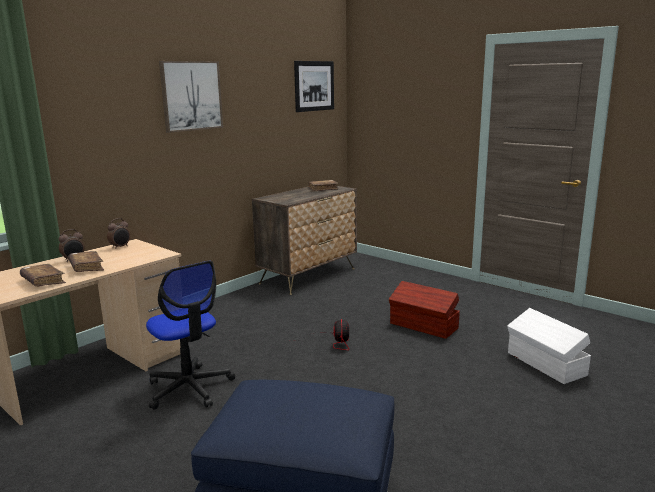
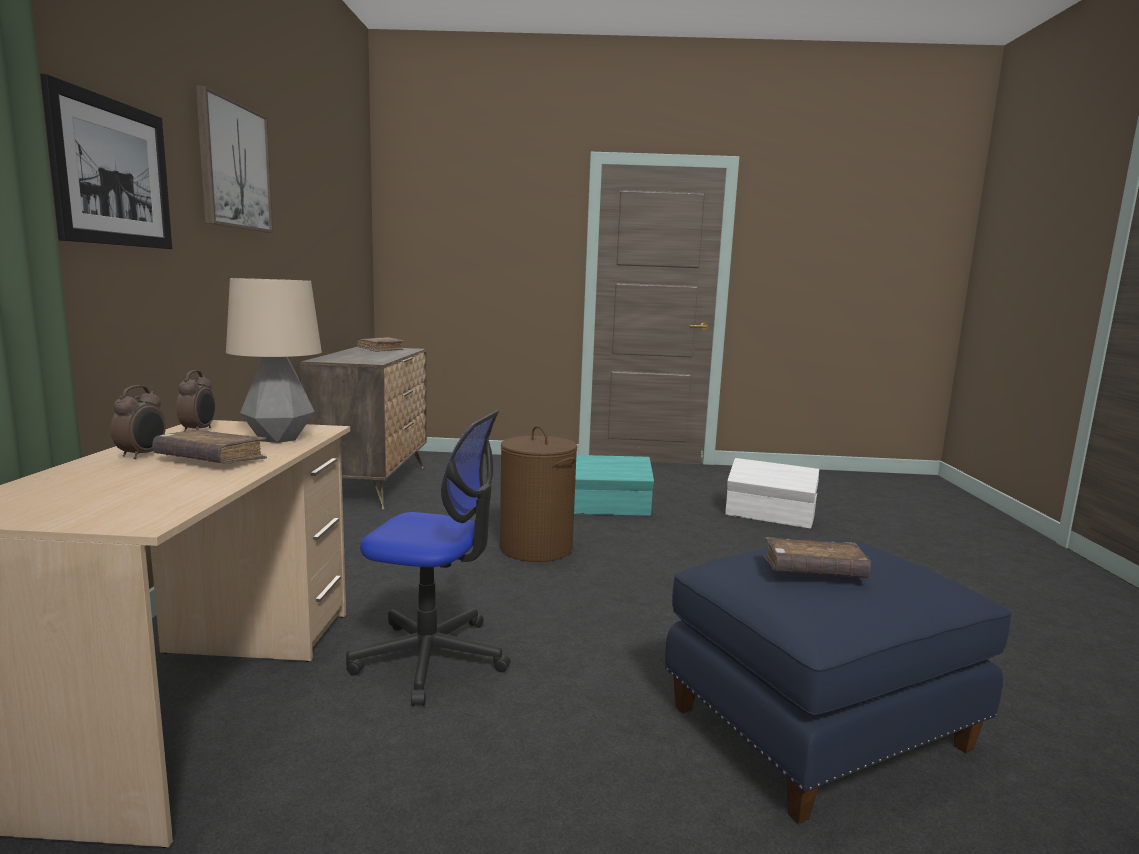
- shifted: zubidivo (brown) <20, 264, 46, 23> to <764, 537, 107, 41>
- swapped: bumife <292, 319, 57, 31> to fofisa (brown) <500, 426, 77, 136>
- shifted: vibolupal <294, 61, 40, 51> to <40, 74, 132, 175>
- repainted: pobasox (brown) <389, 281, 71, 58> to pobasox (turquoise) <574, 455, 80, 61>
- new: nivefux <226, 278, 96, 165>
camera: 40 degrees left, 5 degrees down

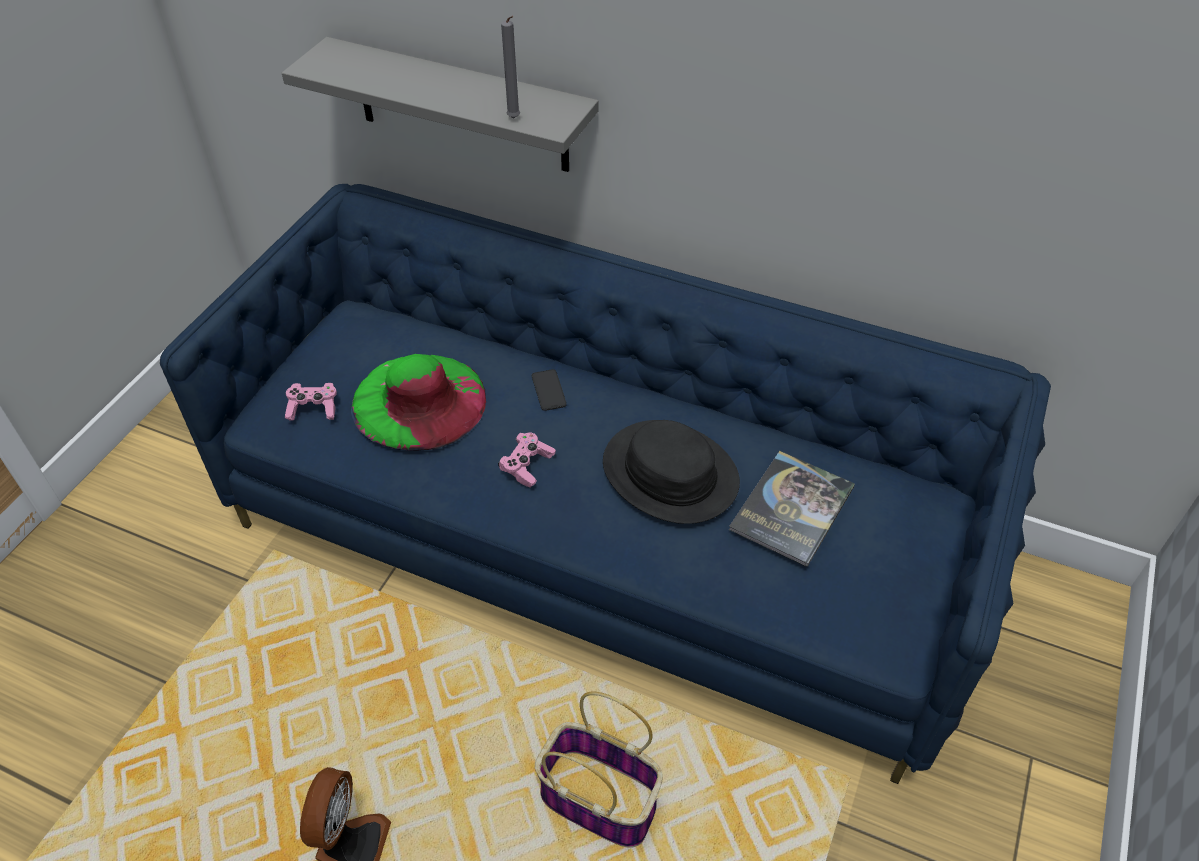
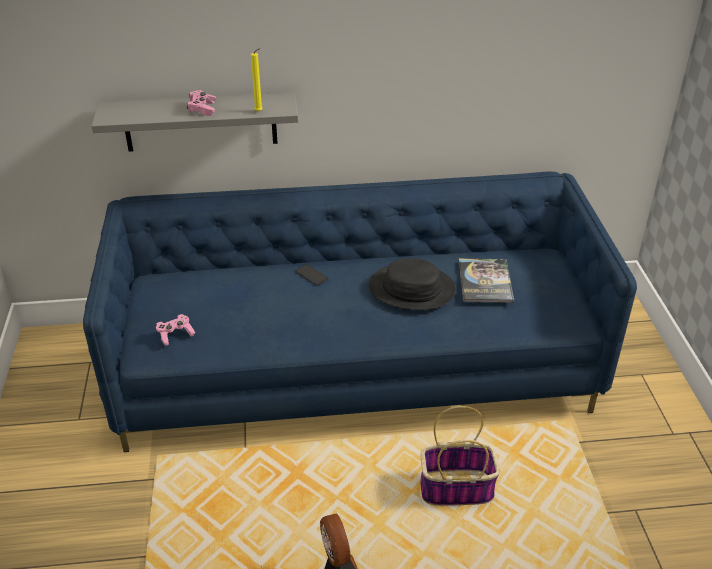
- gone: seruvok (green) <351, 354, 135, 97>
- shifted: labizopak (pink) <498, 432, 58, 56> to <187, 90, 29, 26>
- repainted: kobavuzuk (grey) <501, 16, 19, 102> to kobavuzuk (yellow) <251, 48, 12, 64>
camera: 30 degrees left, 10 degrees down

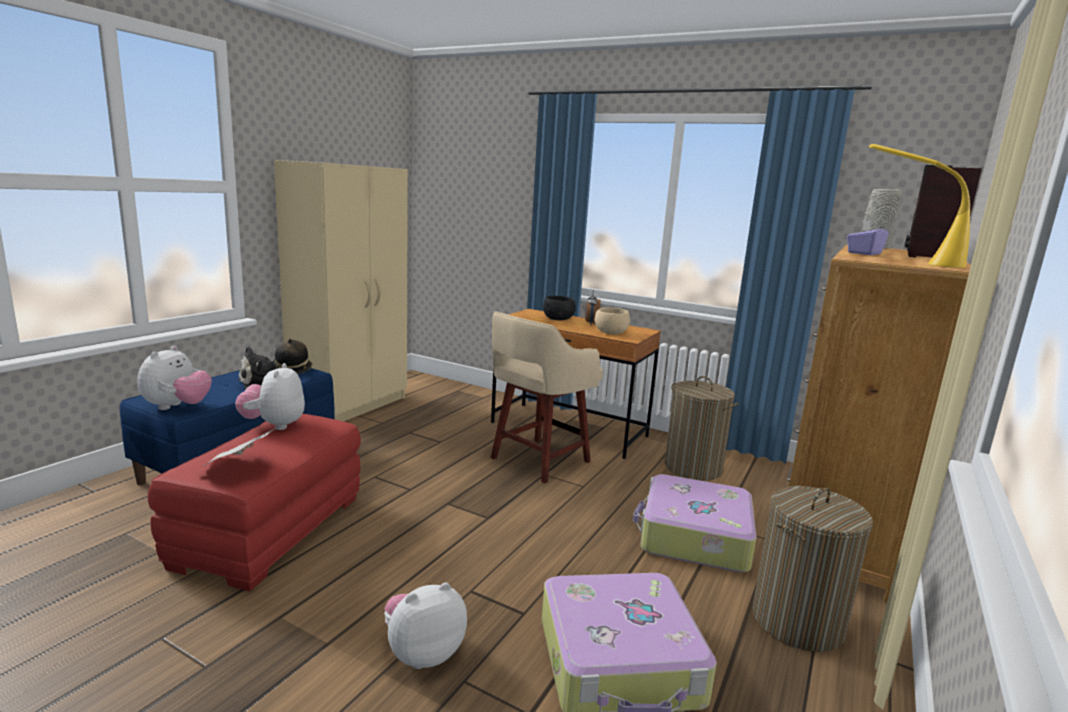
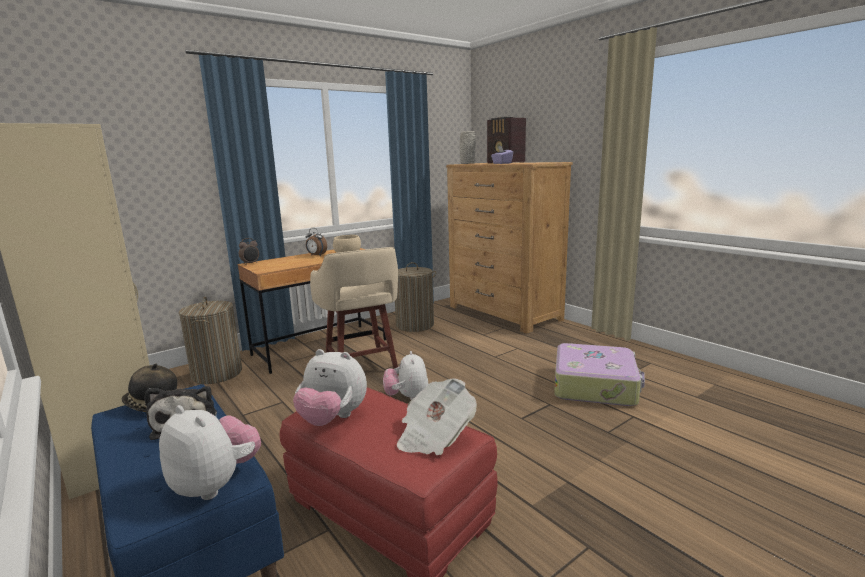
- shifted: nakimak <384, 583, 83, 86> to <383, 351, 46, 49>
- gone: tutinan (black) <543, 296, 33, 24>
- gone: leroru <633, 474, 124, 98>
- shifted: fofisa <753, 486, 120, 166> to <179, 297, 63, 87>
- gone: nivefux (yellow) <869, 144, 101, 124>
- new: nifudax <239, 238, 20, 27>
camera: 65 degrees left, 0 degrees up

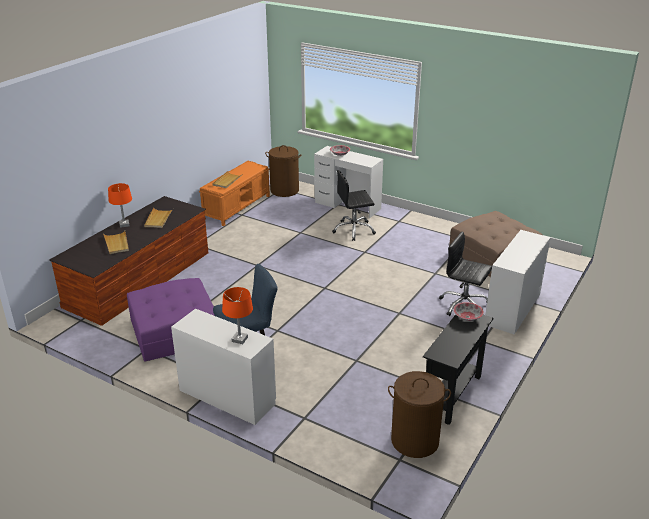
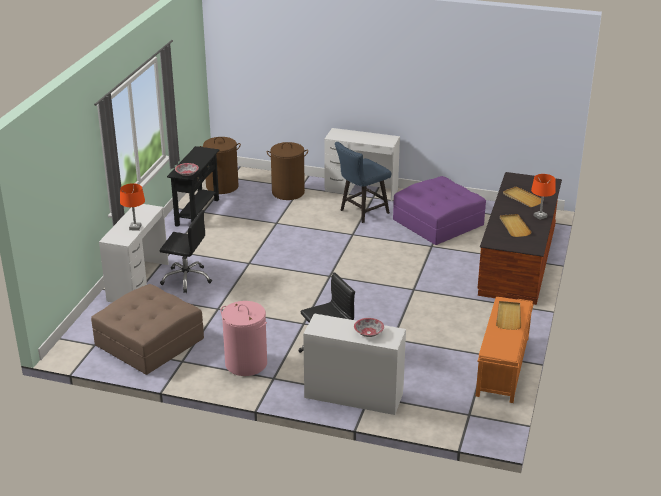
- shifted: nivefux (orange) <222, 287, 31, 57> to <120, 183, 25, 48>
- shifted: fofisa (brown) <265, 145, 36, 52> to <267, 142, 41, 58>
- new: fofisa (pink) <220, 301, 47, 75>
camera: 165 degrees right, 0 degrees up

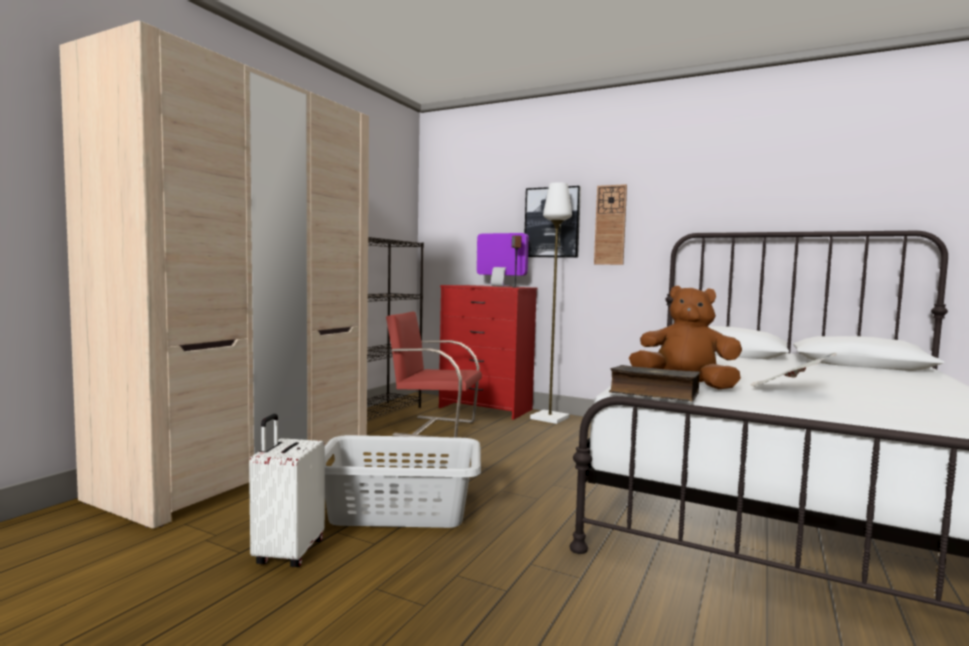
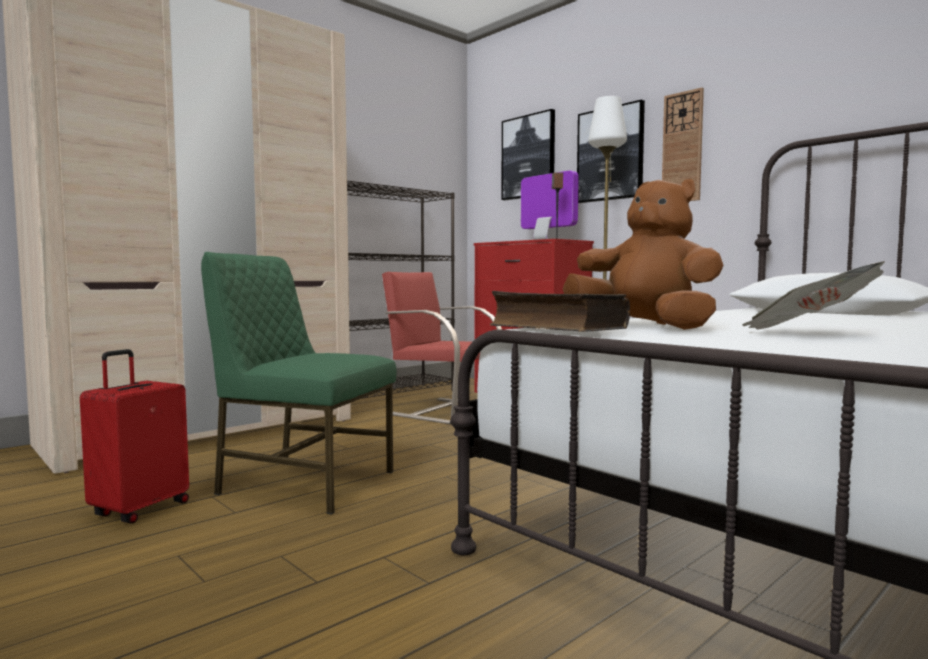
- repainted: leroru (white) <249, 414, 76, 153> to leroru (red) <80, 349, 109, 175>
- swapped: fofisa (grey) <325, 435, 156, 93> to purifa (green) <201, 252, 196, 263>
- new: vibolupal <501, 109, 54, 91>
camera: 20 degrees right, 0 degrees up

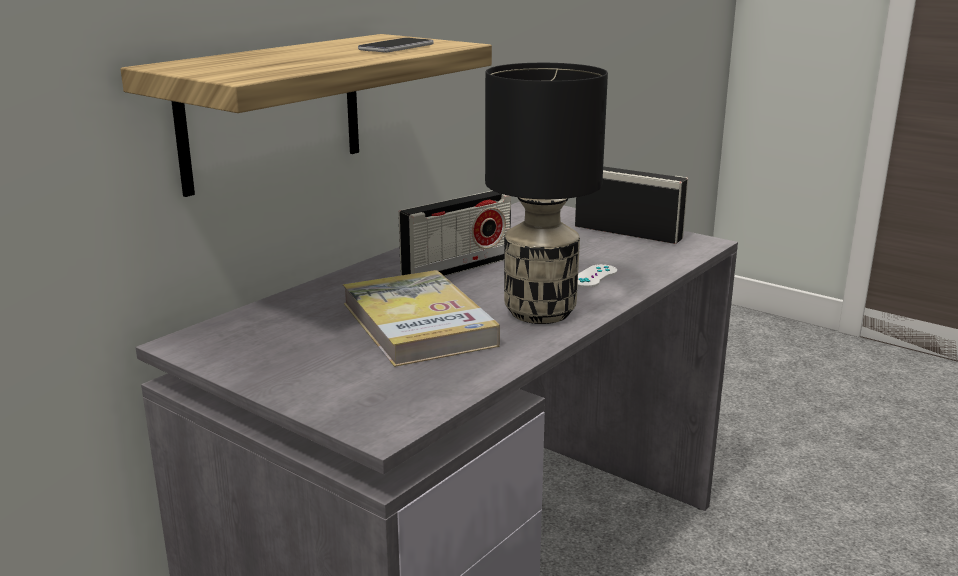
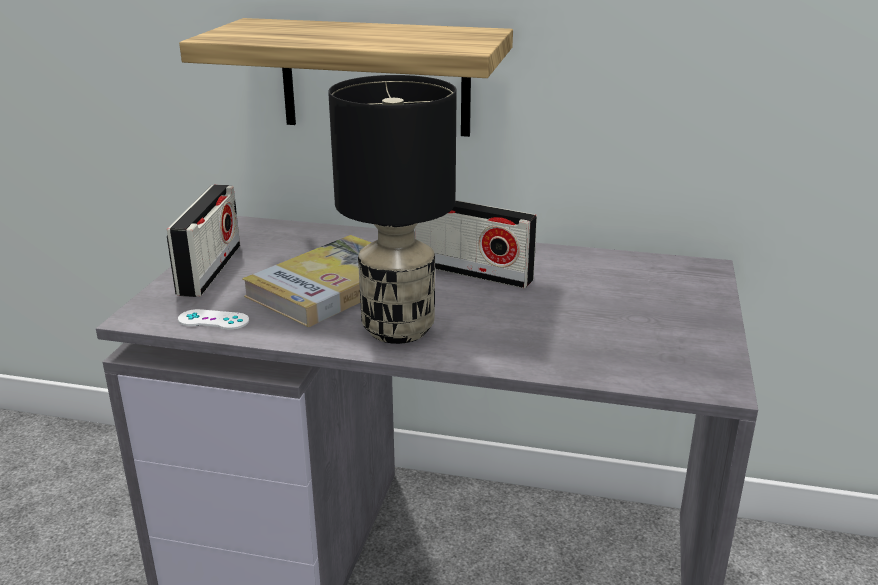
- gone: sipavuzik <358, 38, 76, 14>
- shifted: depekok <575, 166, 113, 78> to <167, 185, 73, 112>
- shifted: labizopak (white) <578, 264, 39, 24> to <178, 309, 71, 21>
camera: 65 degrees right, 5 degrees up

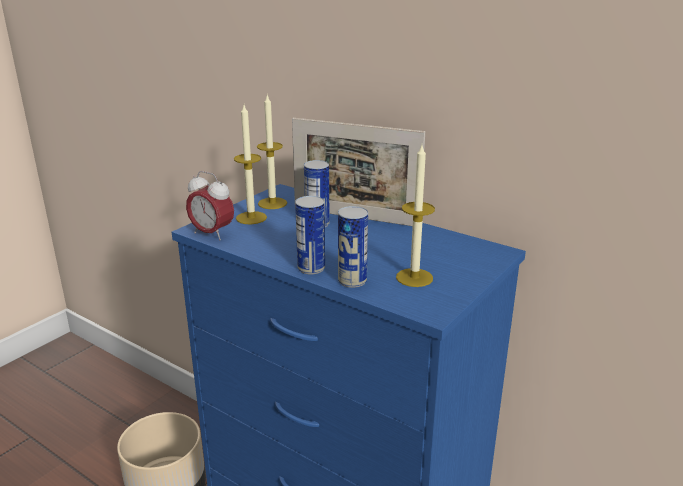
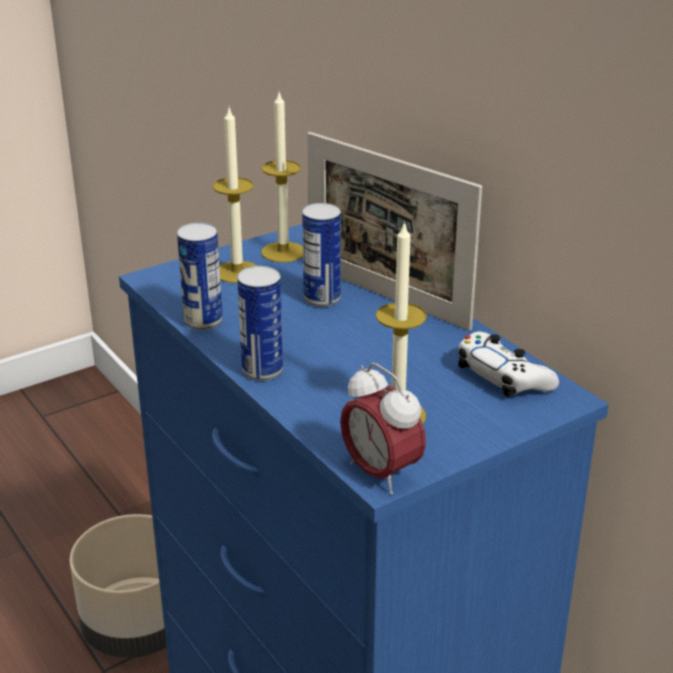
- shifted: nifudax <186, 171, 48, 69> to <340, 363, 86, 132>
- shifted: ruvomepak <338, 206, 30, 82> to <177, 223, 46, 108>
- new: labizopak (white) <458, 331, 101, 66>
camera: 20 degrees right, 5 degrees up

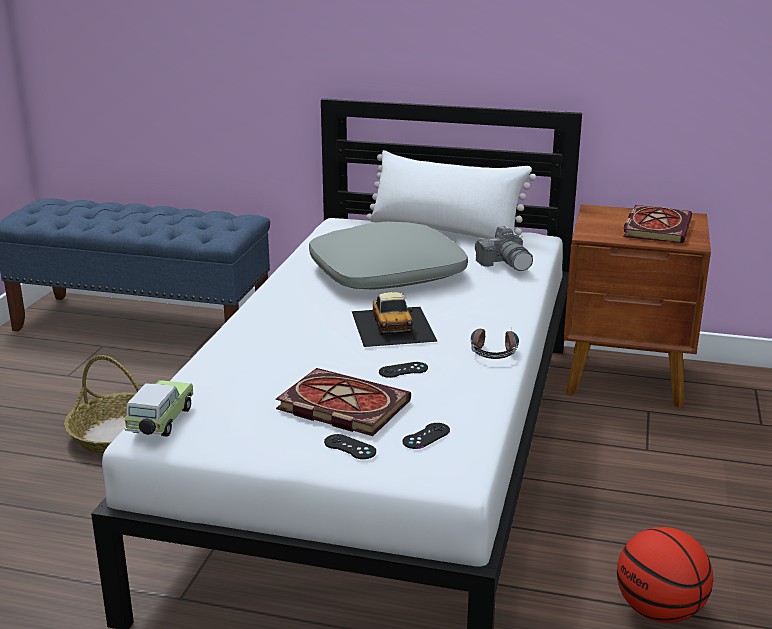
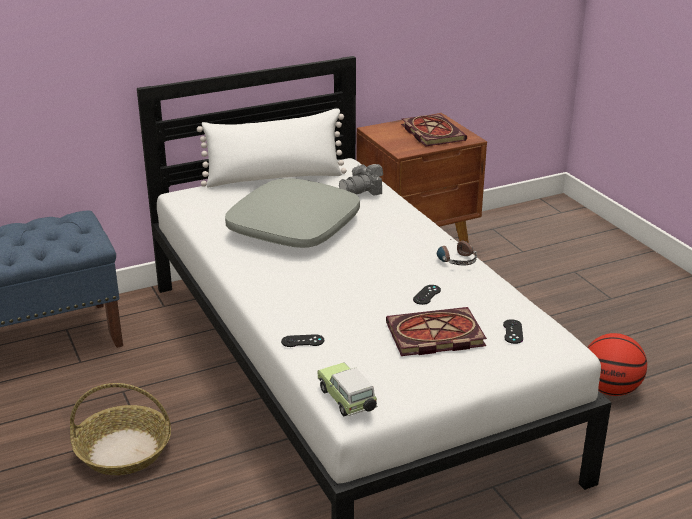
- shifted: labizopak (black) <324, 434, 52, 25> to <281, 334, 43, 13>
- gone: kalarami <352, 292, 86, 55>
- rotated: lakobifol <475, 226, 58, 45> = <339, 164, 44, 32> 120 degrees clockwise
camera: 40 degrees left, 5 degrees up

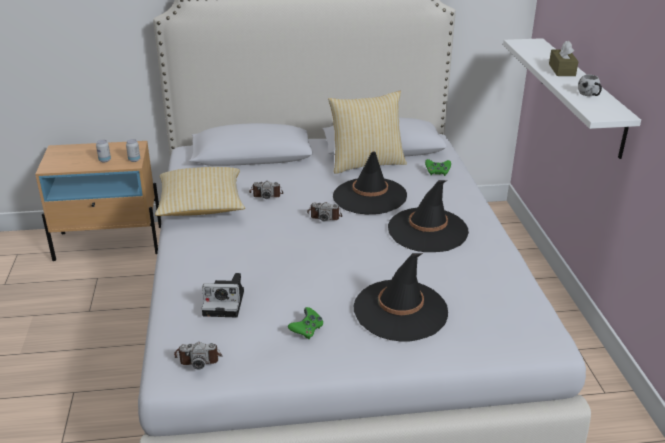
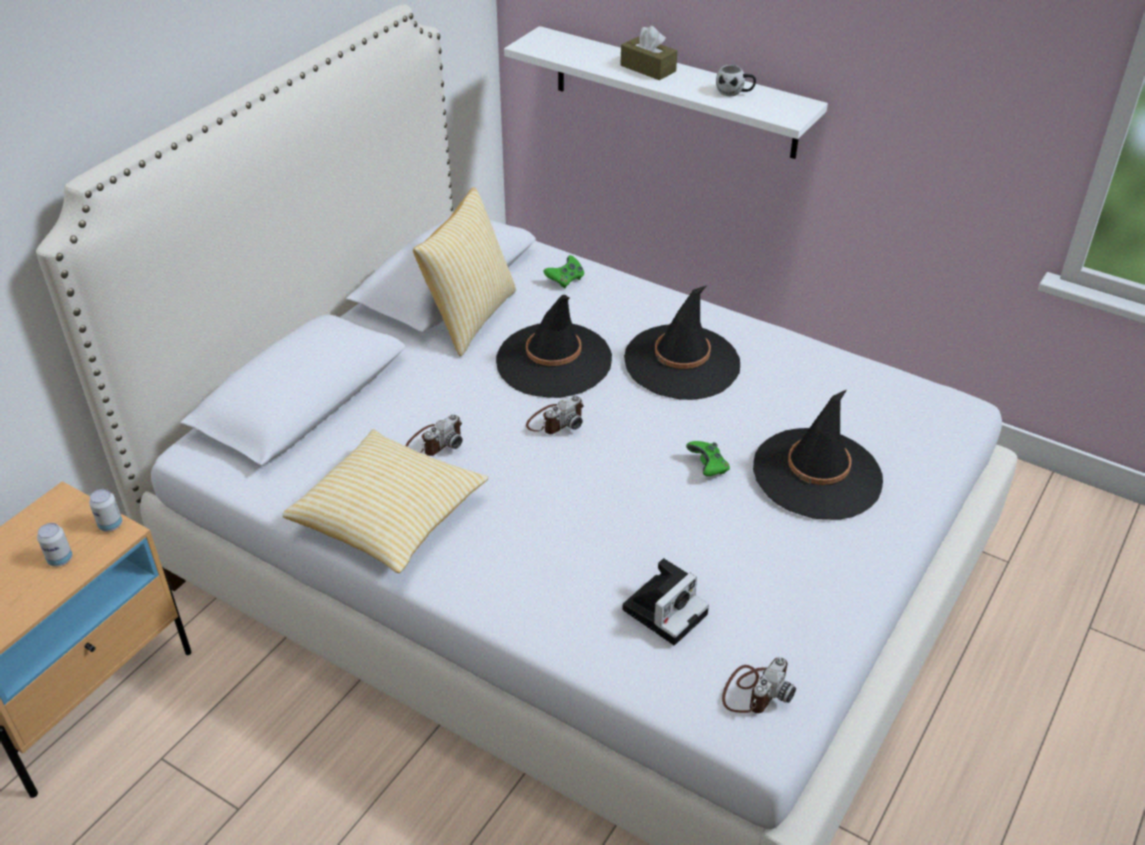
- shifted: labizopak (green) <288, 307, 35, 32> to <686, 441, 44, 35>
camera: 50 degrees left, 10 degrees up

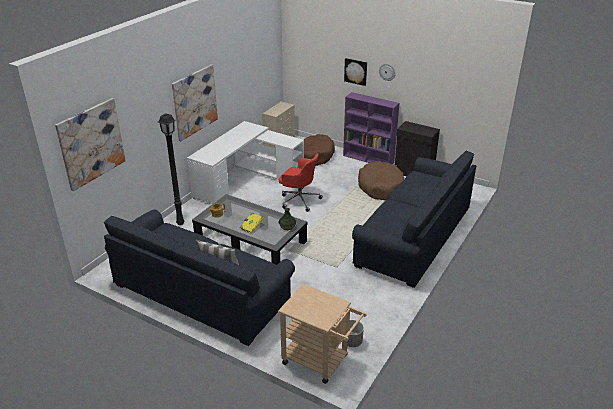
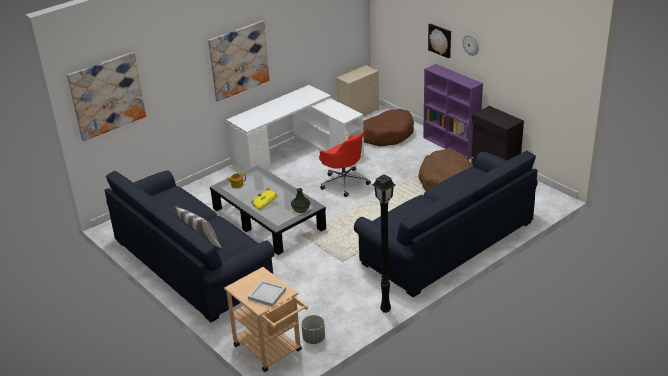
- shifted: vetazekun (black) <158, 113, 26, 112> to <372, 174, 24, 139>
- new: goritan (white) <248, 280, 38, 27>
camera: 20 degrees right, 0 degrees up

